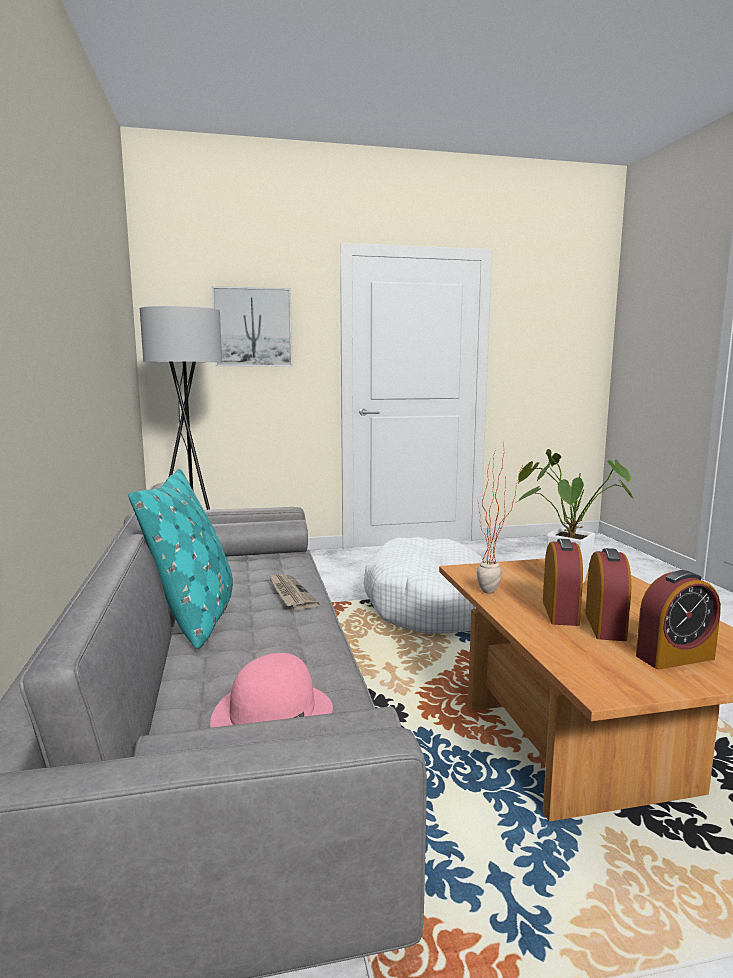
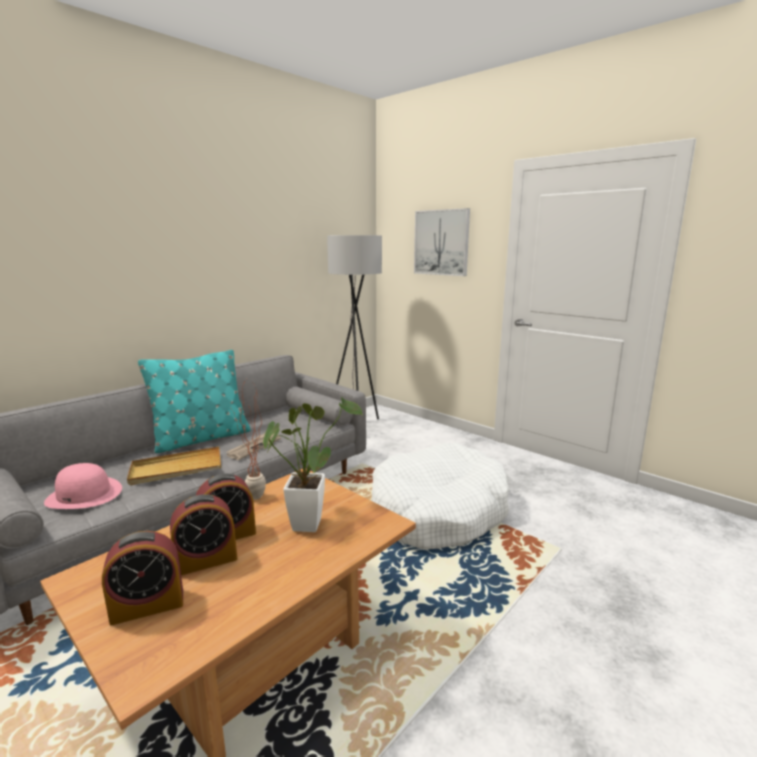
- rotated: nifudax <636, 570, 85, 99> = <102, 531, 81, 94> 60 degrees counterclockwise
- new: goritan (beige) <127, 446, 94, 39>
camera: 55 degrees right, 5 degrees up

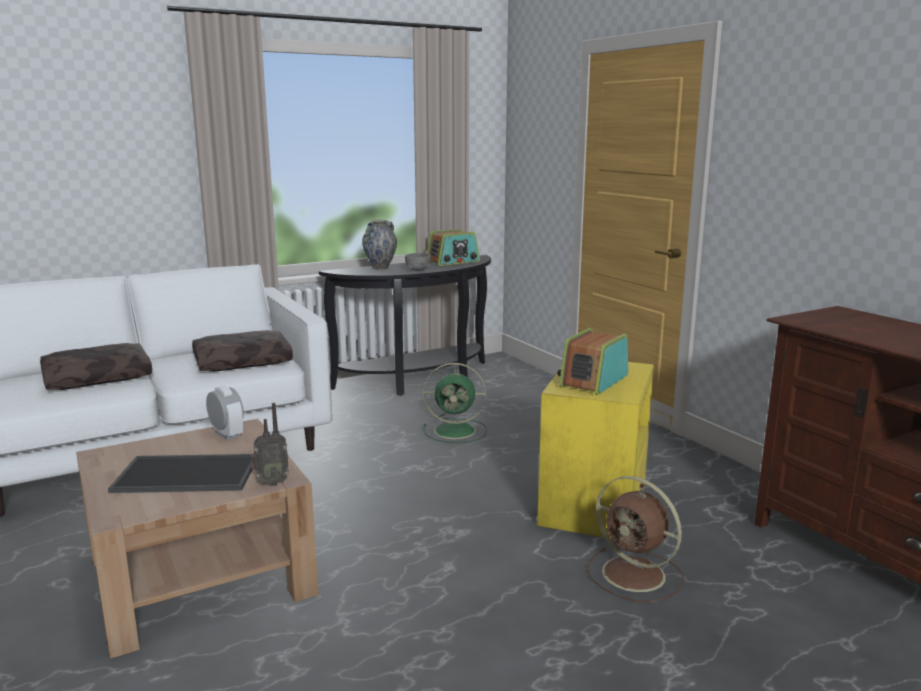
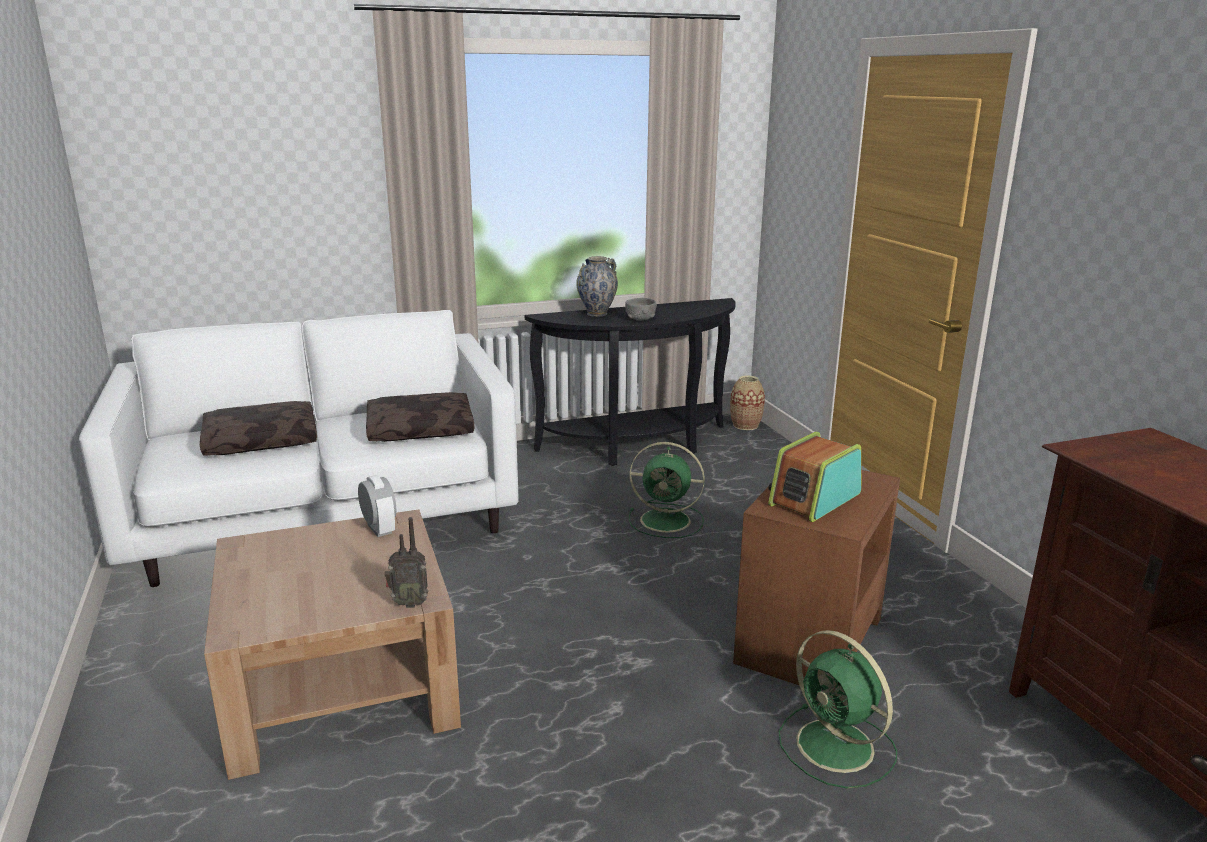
- gone: goritan <108, 454, 145, 39>
- gone: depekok <427, 229, 53, 37>
- repainted: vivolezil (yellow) <537, 362, 117, 177> to vivolezil (brown) <733, 470, 167, 215>
- repainted: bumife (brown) <587, 476, 97, 127> to bumife (green) <779, 630, 118, 159>
- new: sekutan <730, 376, 35, 54>
camera: 10 degrees right, 5 degrees up

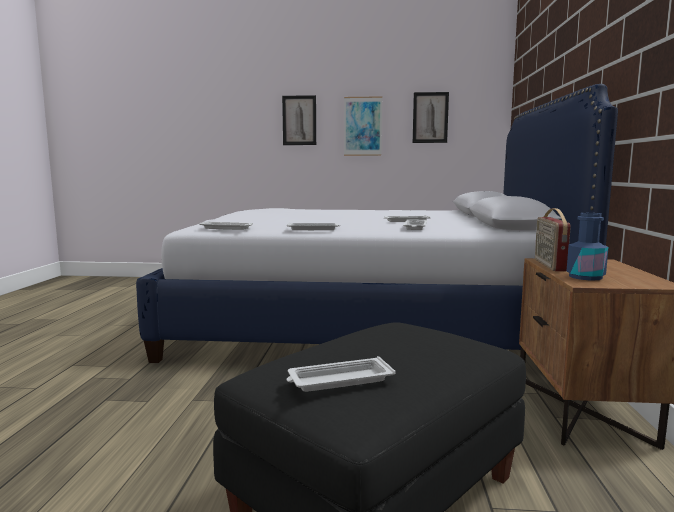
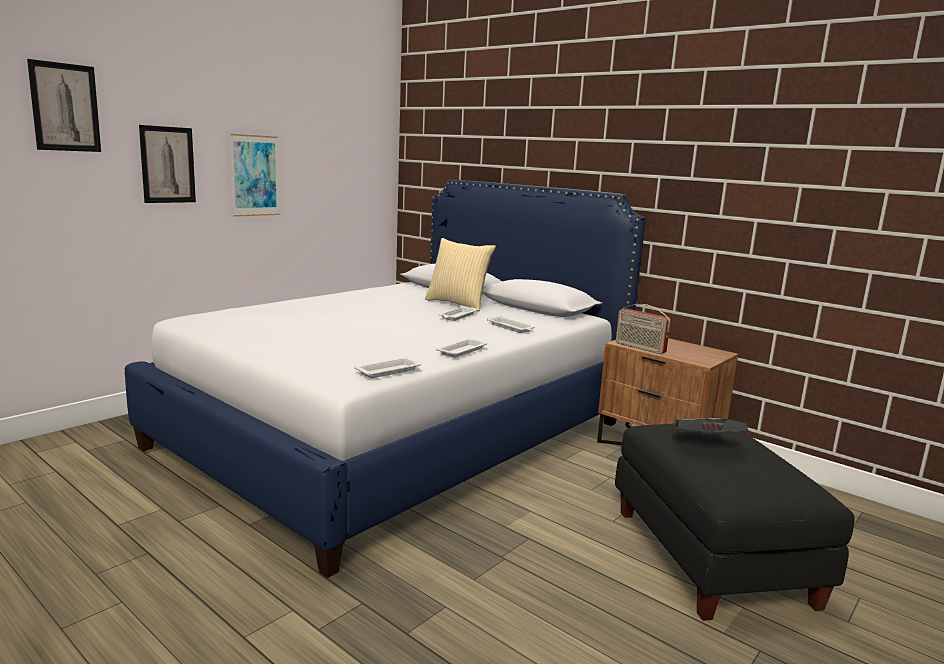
- gone: goritan (white) <286, 356, 110, 36>
- shifted: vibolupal <413, 92, 36, 51> to <27, 59, 74, 93>
- gone: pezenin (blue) <567, 213, 42, 68>
- new: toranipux <425, 238, 71, 73>
- new: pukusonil <674, 418, 74, 15>
camera: 55 degrees left, 5 degrees up

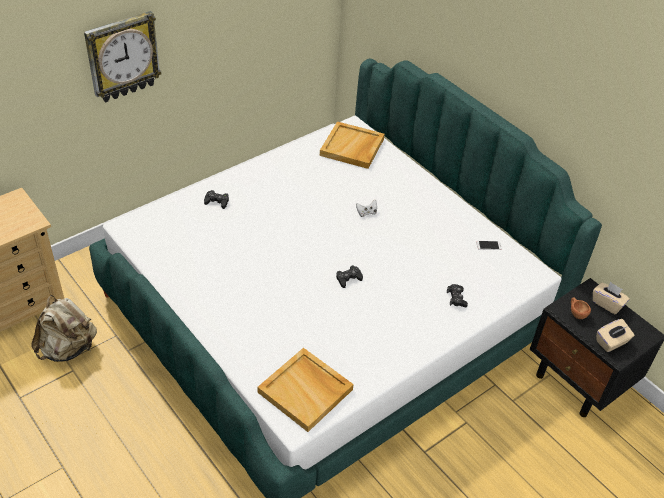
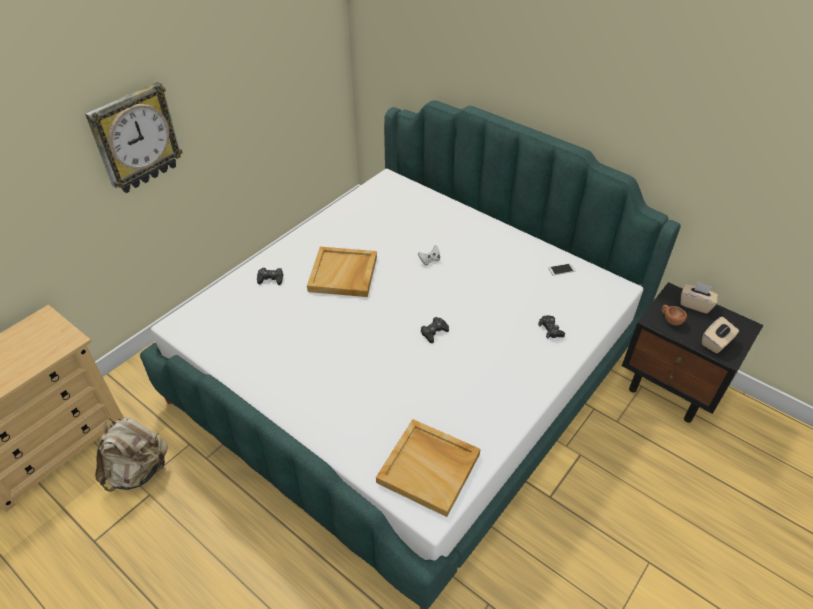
- shifted: goritan (beige) <320, 121, 65, 48> to <307, 247, 70, 50>
camera: 10 degrees left, 0 degrees up

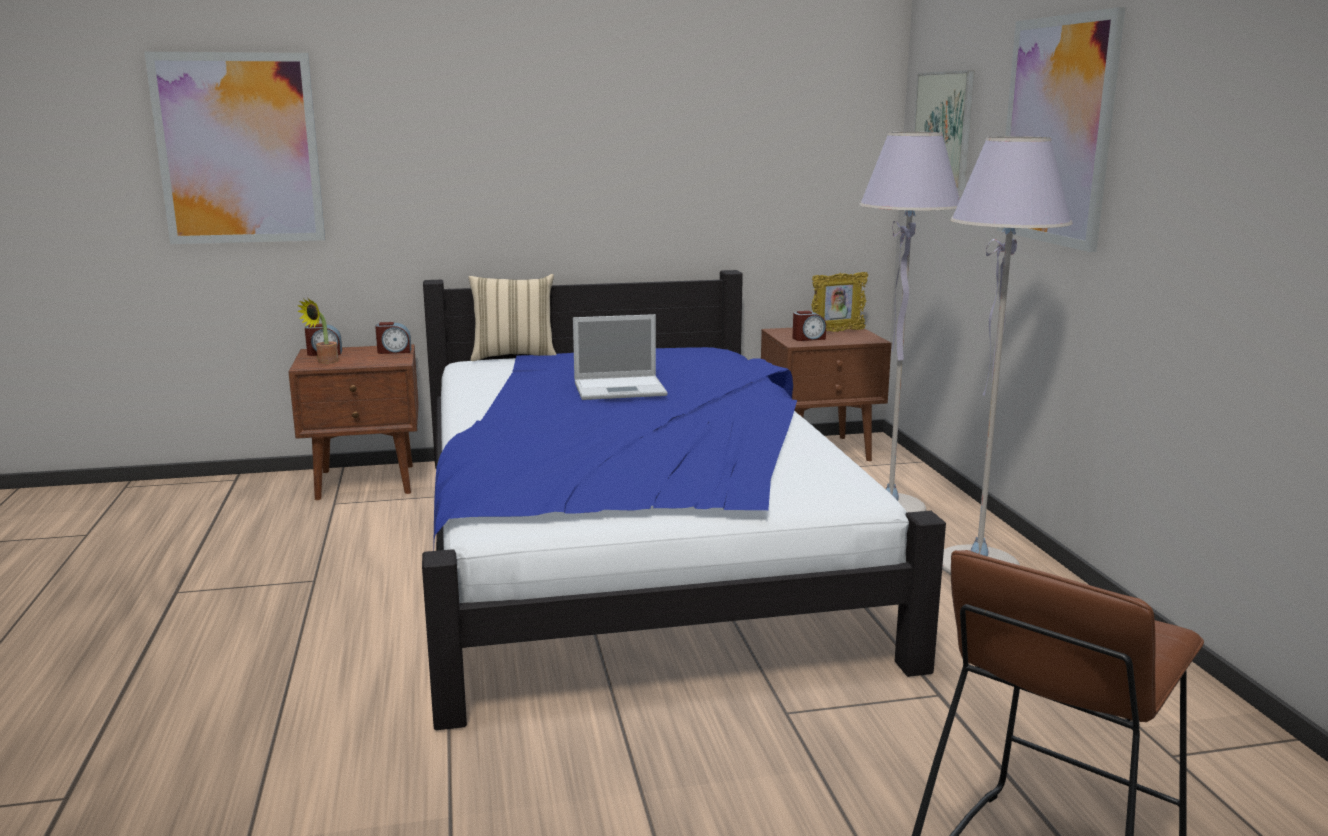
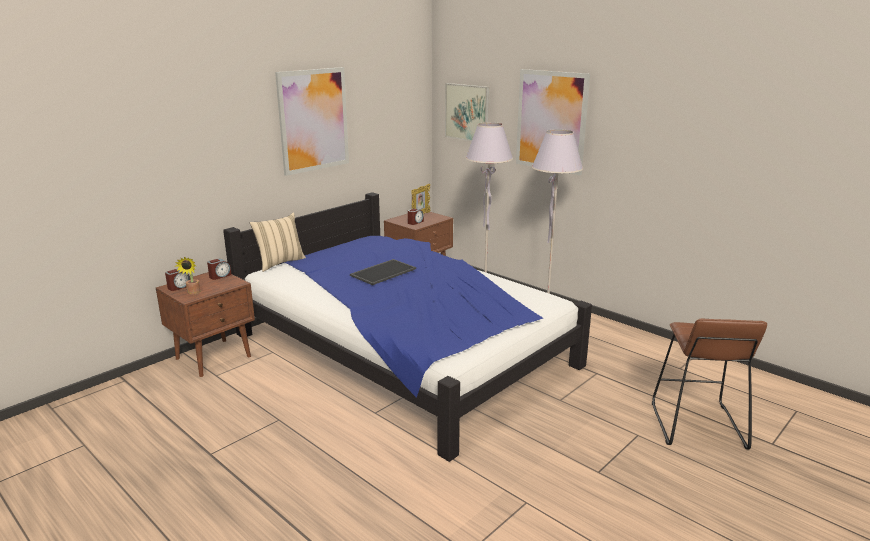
- shifted: vibolupal <144, 52, 181, 192> to <275, 67, 74, 109>
- swapped: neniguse <573, 314, 95, 86> to goritan <350, 259, 66, 26>
camera: 35 degrees left, 5 degrees up

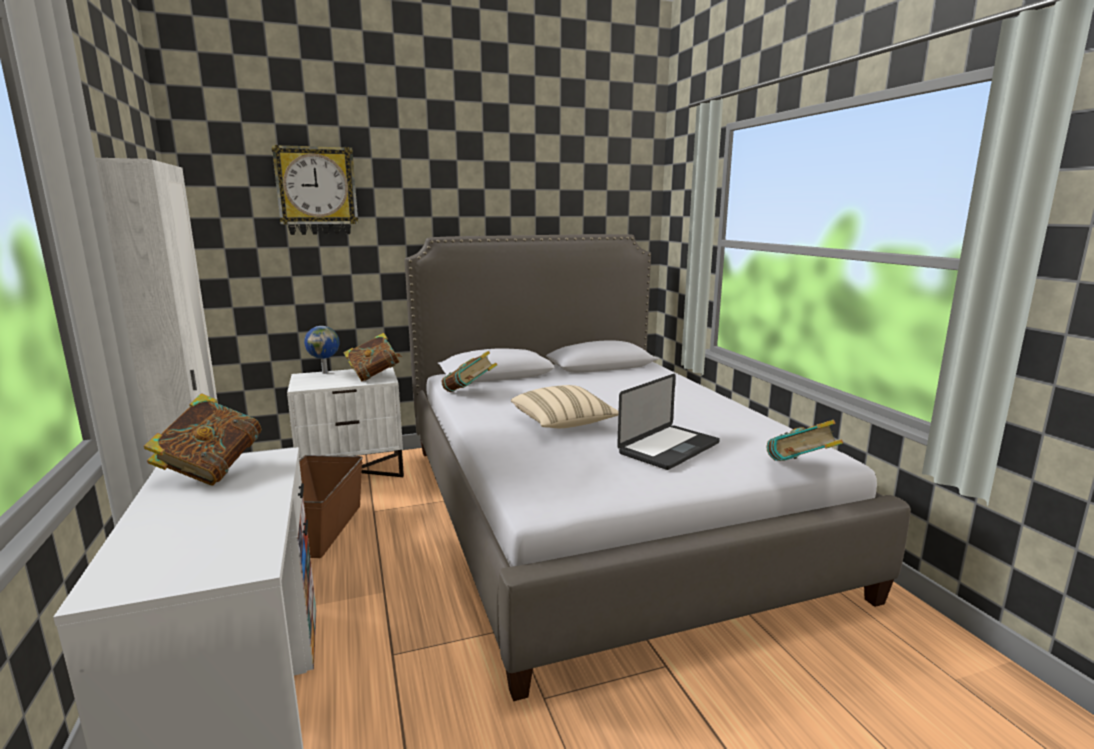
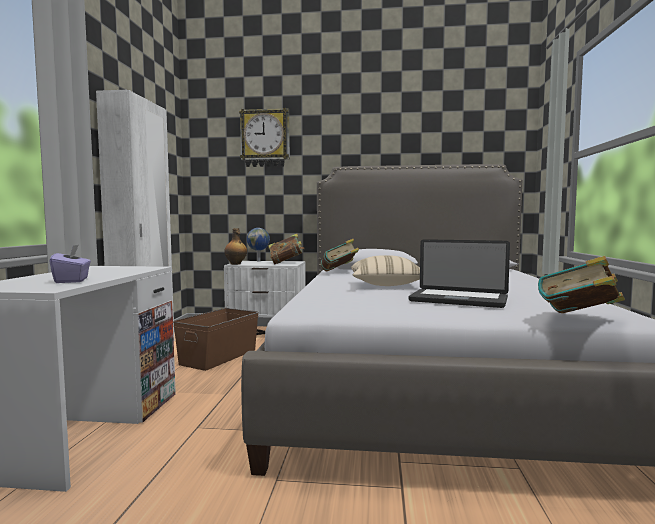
- gone: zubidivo <144, 393, 118, 92>
- rotated: neniguse <617, 374, 103, 96> = <409, 239, 101, 69> 45 degrees clockwise
- new: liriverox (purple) <49, 245, 42, 38>
- new: pezenin <224, 228, 23, 37>
camera: 25 degrees right, 10 degrees down

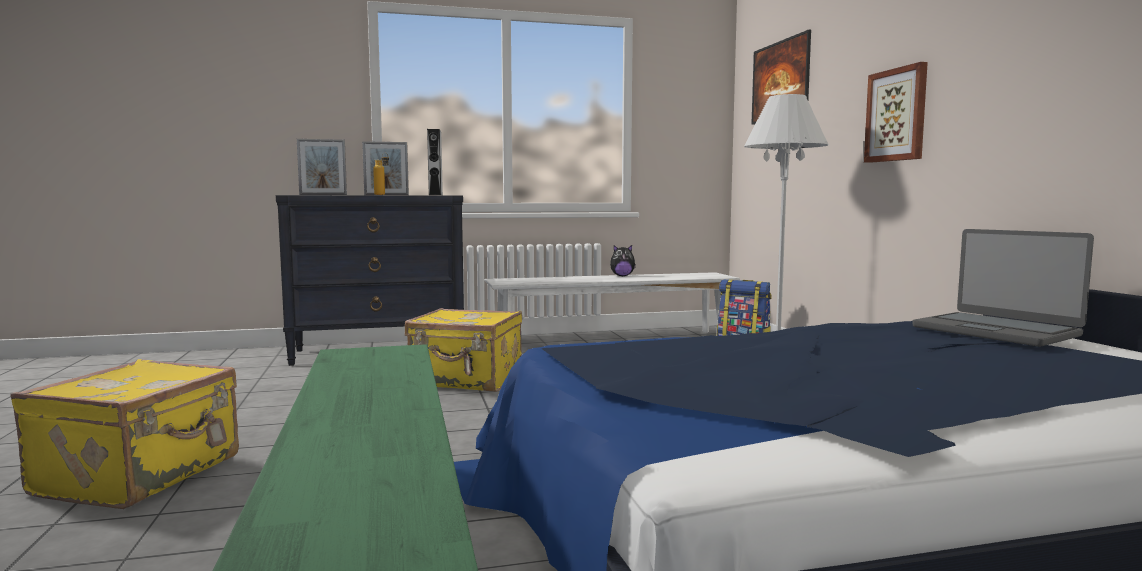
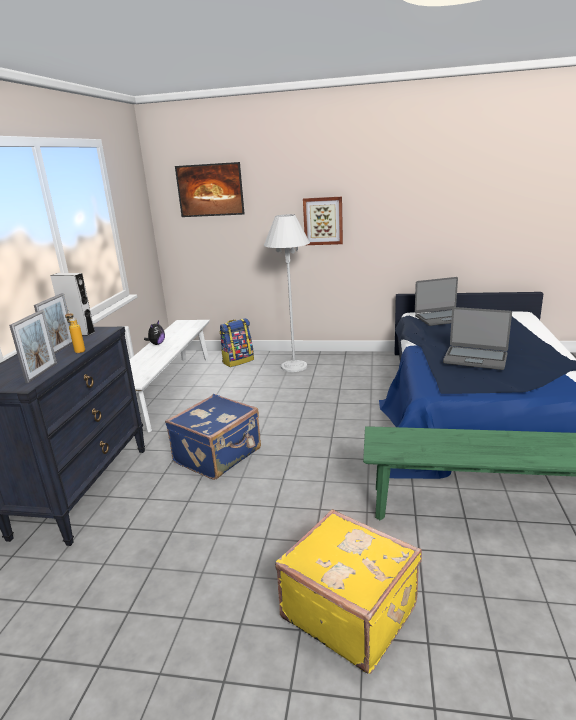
- repainted: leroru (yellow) <405, 308, 117, 84> to leroru (blue) <165, 394, 96, 86>
- new: neniguse <443, 307, 69, 63>
camera: 65 degrees left, 15 degrees up

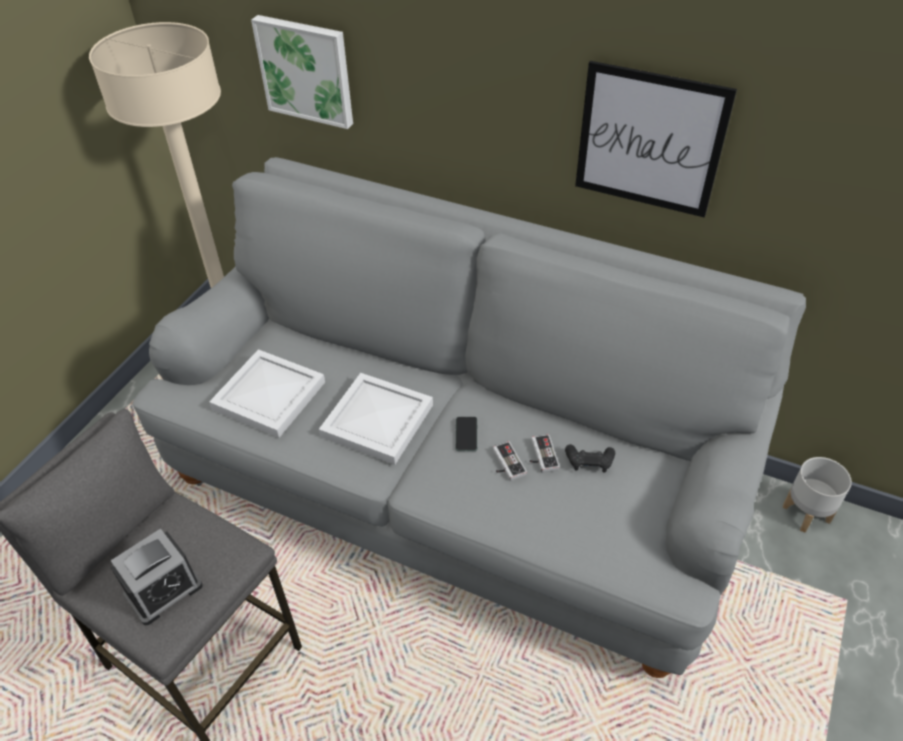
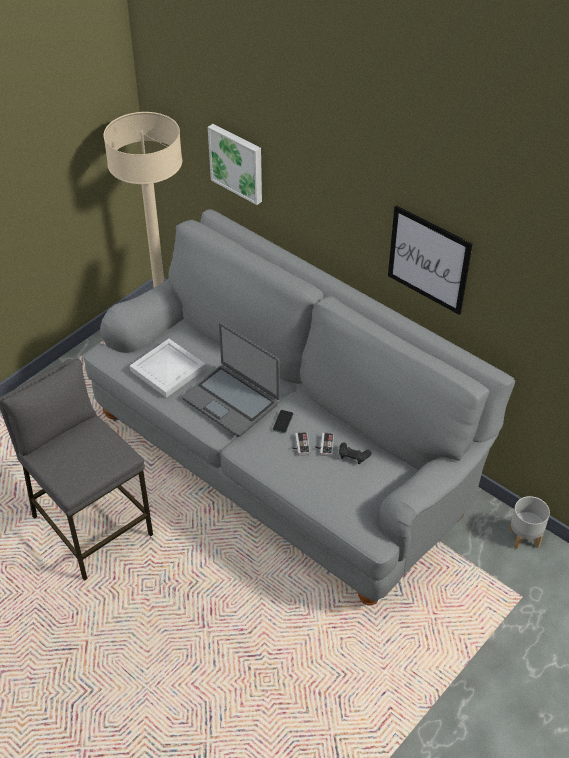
- gone: nifudax <111, 528, 92, 97>
- swapped: goritan (white) <319, 373, 114, 92> to neniguse <182, 323, 98, 114>
camera: 15 degrees right, 0 degrees up

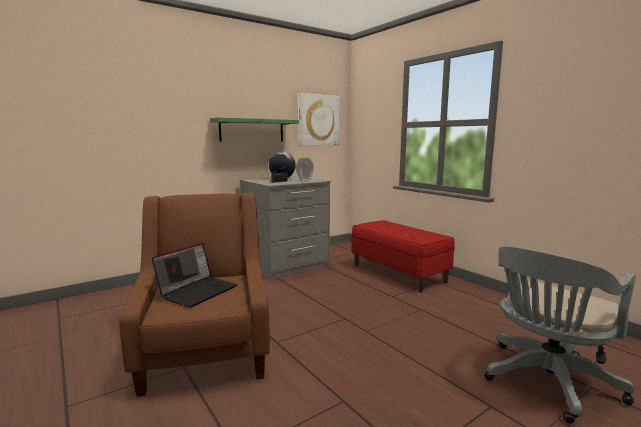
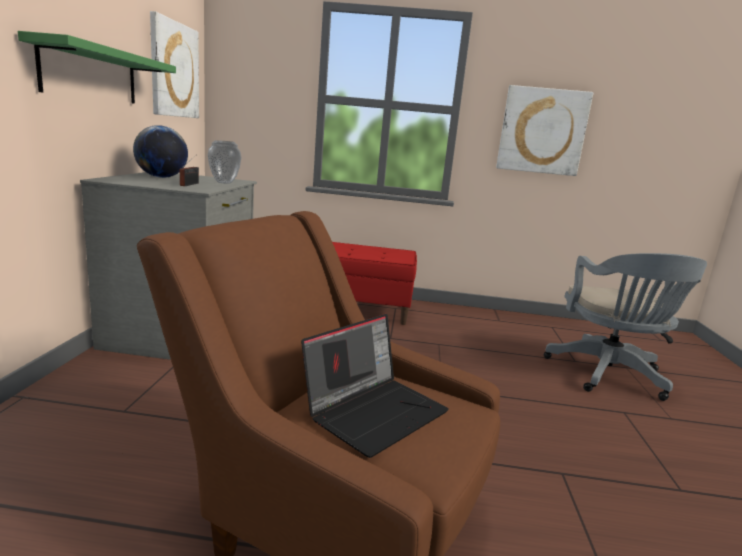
- rotated: neniguse <152, 243, 85, 65> = <301, 314, 148, 144> 60 degrees clockwise
- new: vibolupal <496, 85, 97, 91>
camera: 50 degrees left, 5 degrees up

